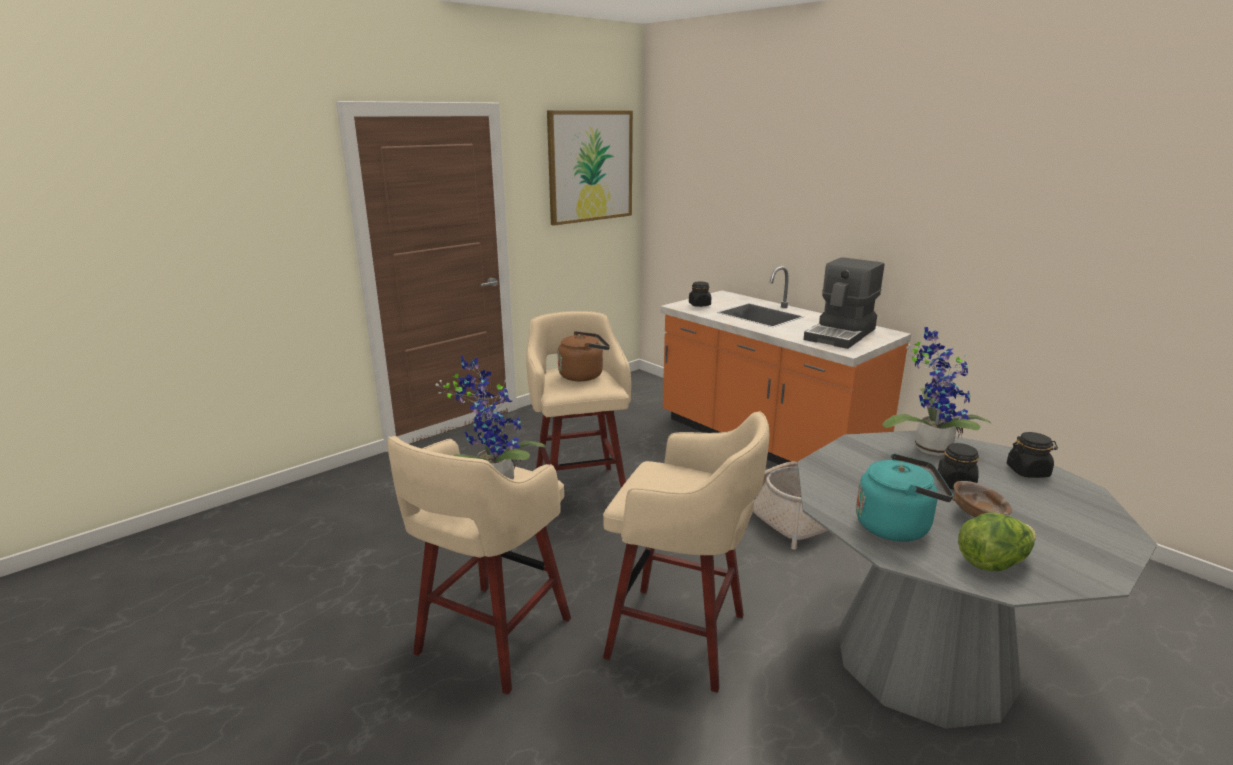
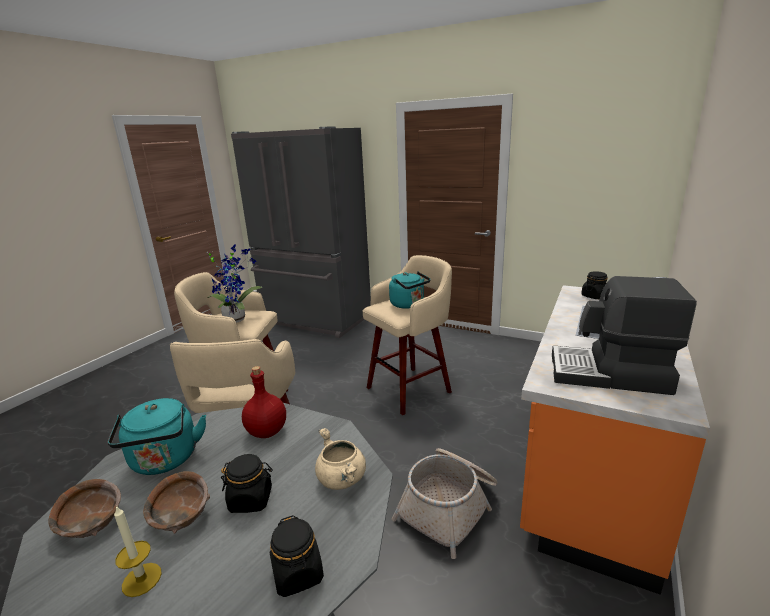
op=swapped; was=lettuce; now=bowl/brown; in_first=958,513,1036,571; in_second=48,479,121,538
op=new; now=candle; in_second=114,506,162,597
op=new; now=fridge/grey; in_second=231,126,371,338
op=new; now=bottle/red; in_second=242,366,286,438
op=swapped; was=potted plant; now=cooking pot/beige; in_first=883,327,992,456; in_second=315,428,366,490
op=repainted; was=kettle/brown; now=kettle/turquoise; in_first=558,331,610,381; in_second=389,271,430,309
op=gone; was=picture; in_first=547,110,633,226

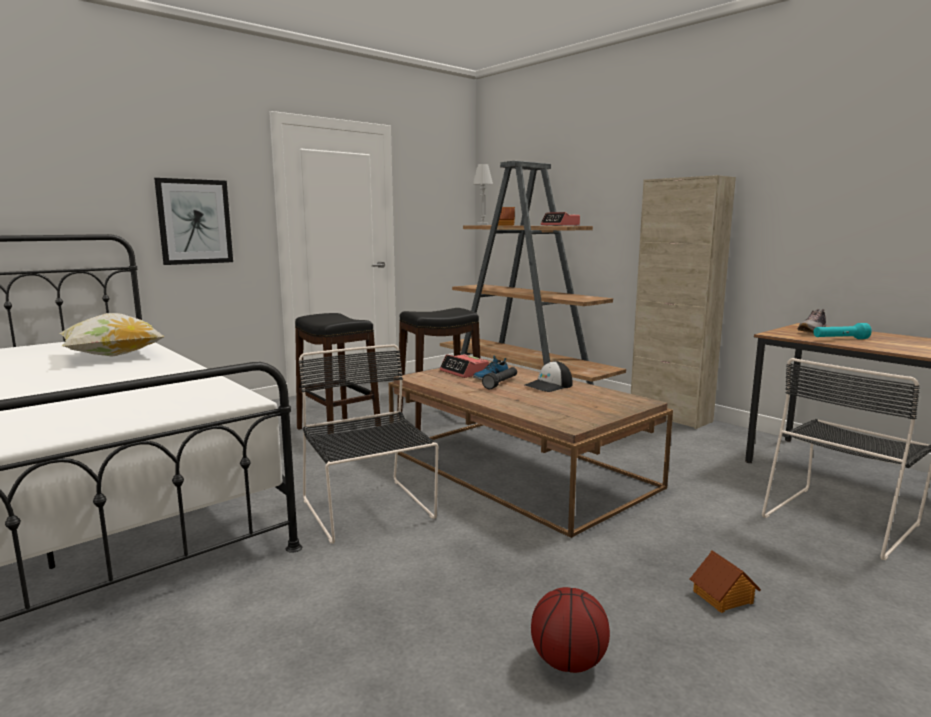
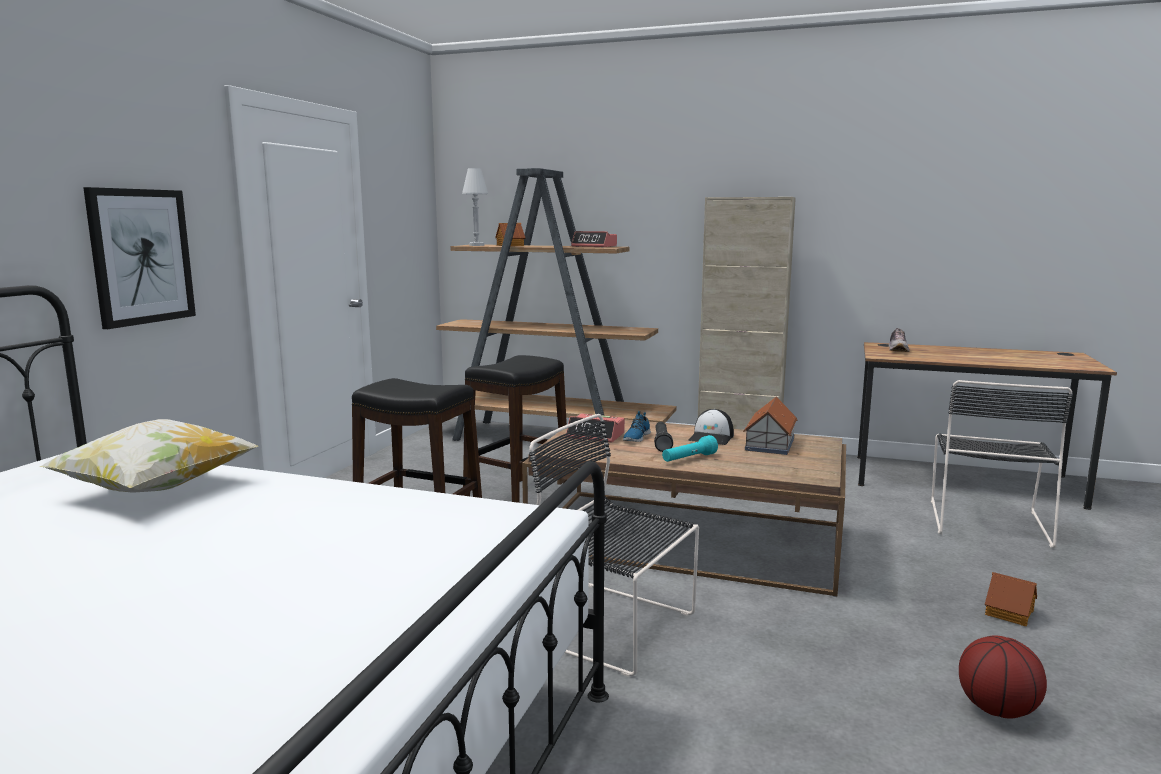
op=shifted; was=flashlight/turquoise; in_first=813,323,872,339; in_second=662,435,718,462
op=new; now=toy house; in_second=743,397,798,455

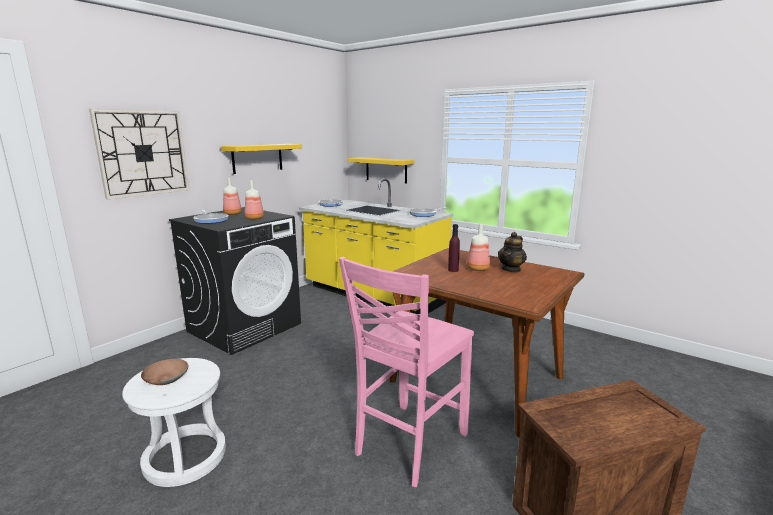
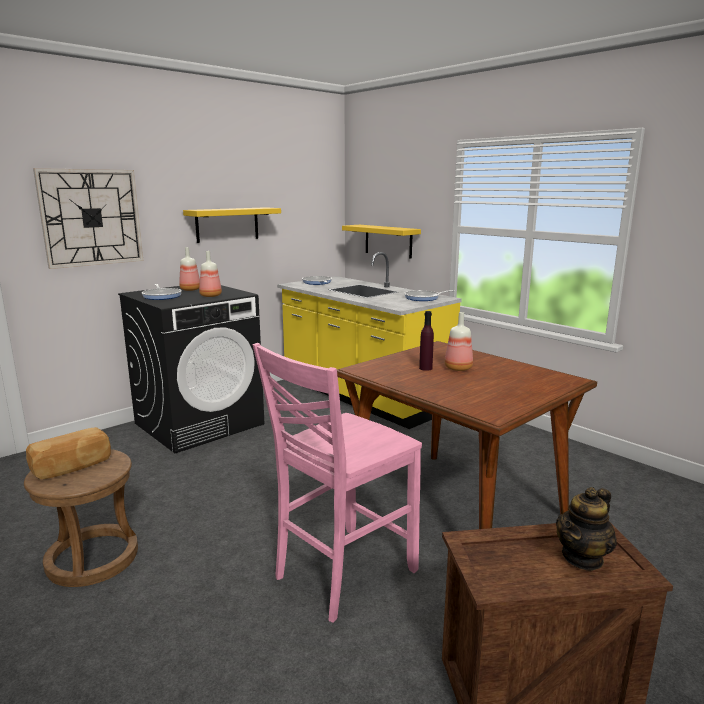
op=repainted; was=stool/white; now=stool/brown; in_first=122,358,226,487; in_second=24,449,138,587
op=swapped; was=bowl/brown; now=bread; in_first=141,359,188,385; in_second=26,427,111,479
op=shifted; was=teapot; in_first=498,232,527,273; in_second=556,487,617,571

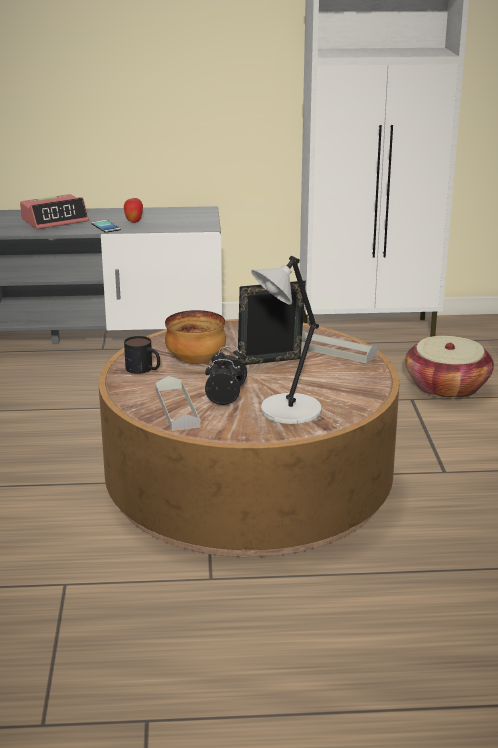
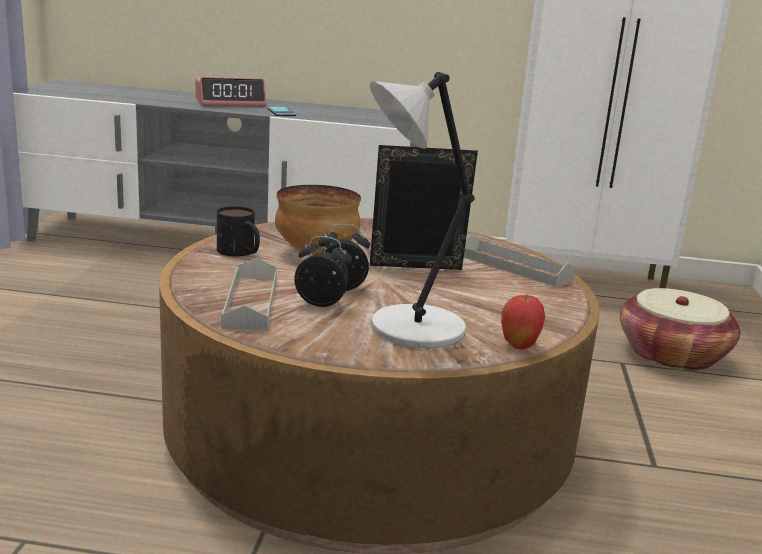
op=shifted; was=apple; in_first=124,198,143,223; in_second=501,295,545,350

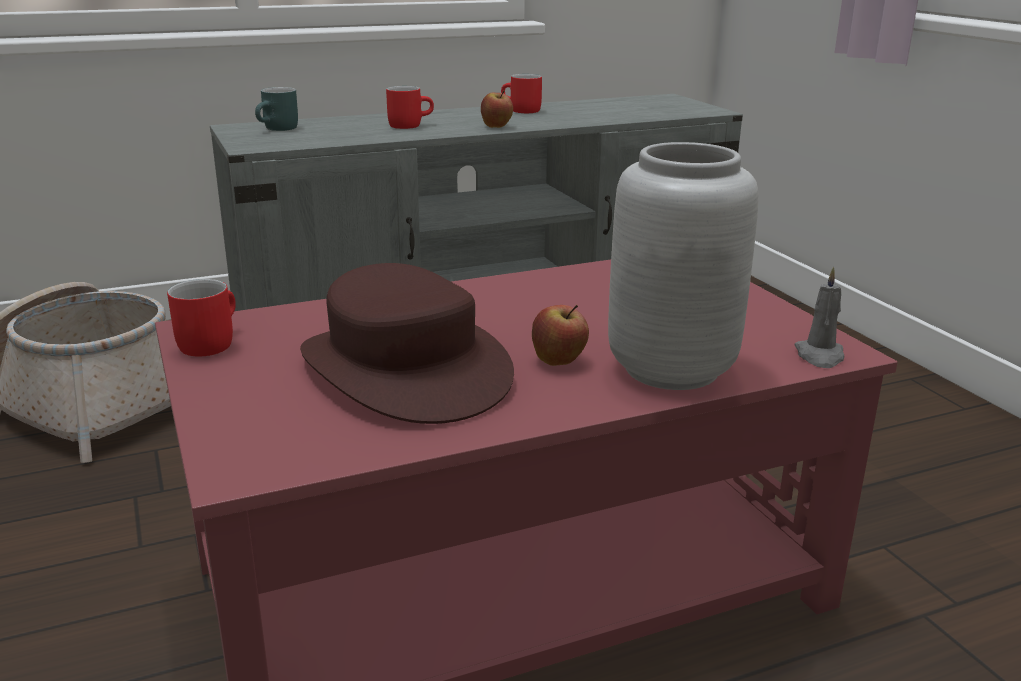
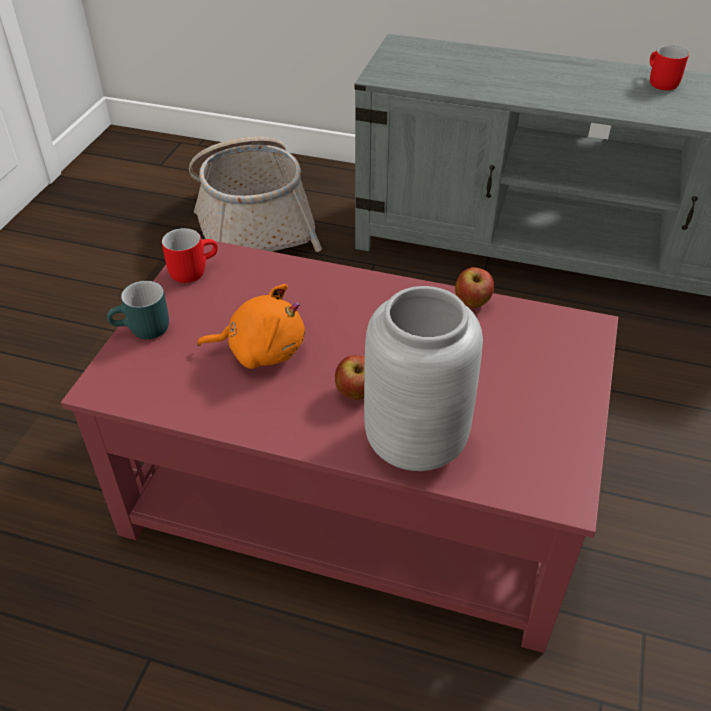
op=shifted; was=mug/turquoise; in_first=255,87,298,131; in_second=107,281,169,339
op=swapped; was=hat/brown; now=plush toy/orange; in_first=300,263,514,424; in_second=197,284,305,369
op=shifted; was=apple; in_first=481,91,513,128; in_second=455,267,494,308
op=gone; was=mug/red; in_first=386,86,434,129
op=gone; was=candle/grey; in_first=795,266,845,368

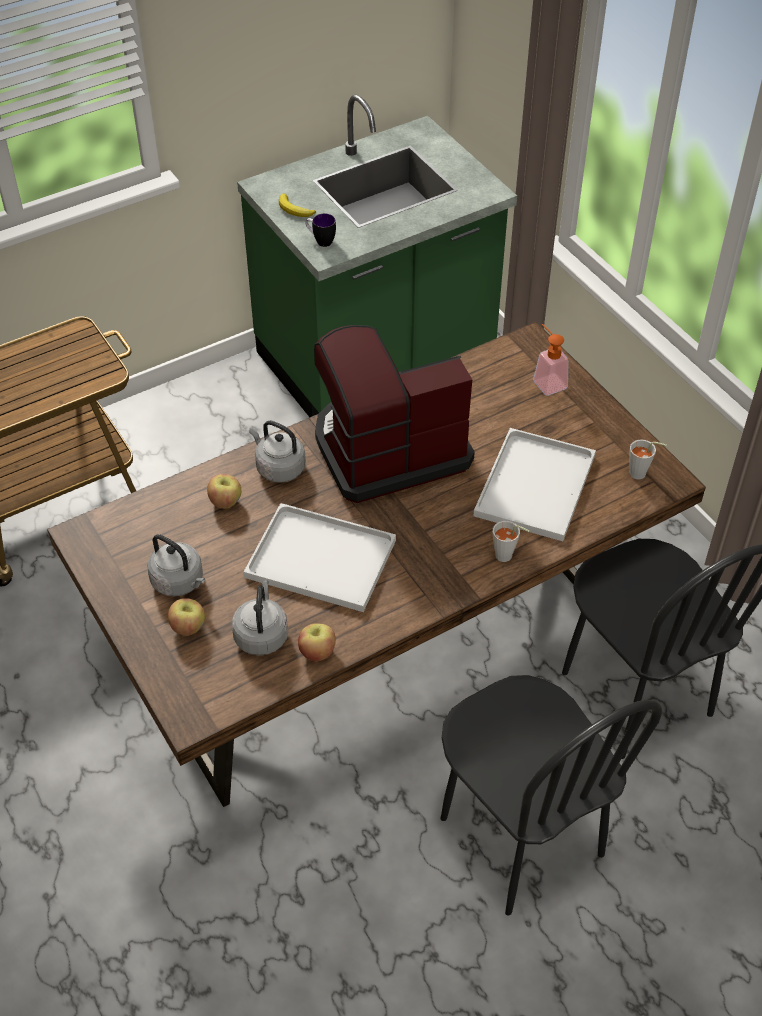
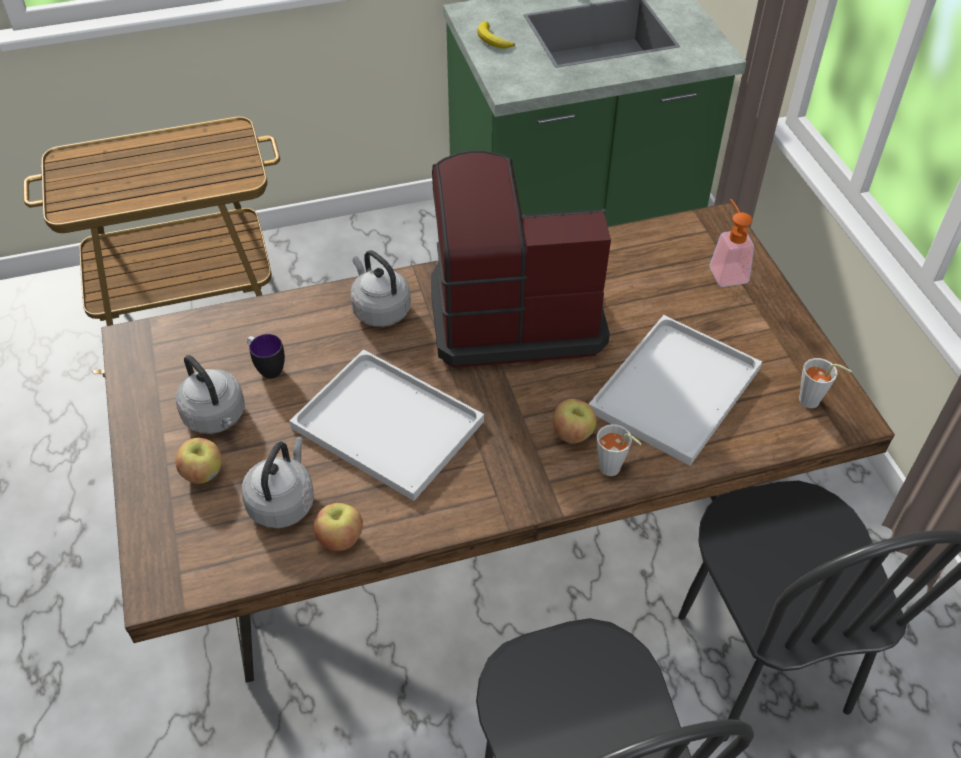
op=shifted; was=mug; in_first=305,214,336,247; in_second=247,334,285,379
op=shifted; was=apple; in_first=207,474,241,509; in_second=553,399,596,443

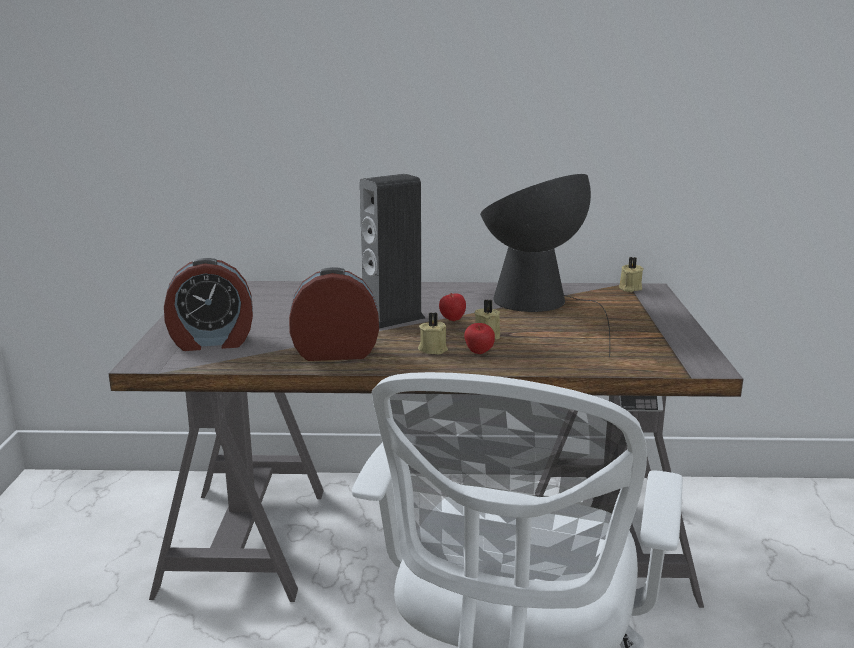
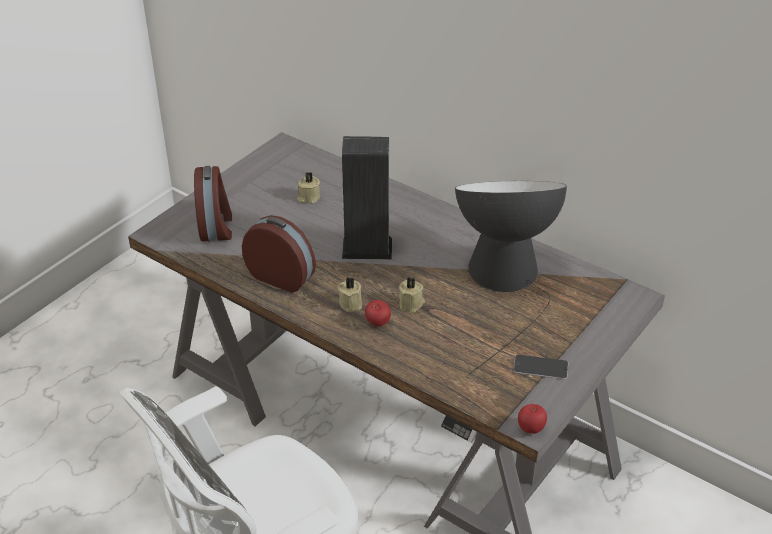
op=rotated; was=alarm clock; in_first=164,258,253,351; in_second=194,166,232,242; clockwise=-120
op=shifted; was=candle/beige; in_first=619,257,644,292; in_second=297,172,320,204
op=new; now=phone; in_second=513,355,568,379
op=shifted; was=apple; in_first=439,293,466,321; in_second=518,404,547,434

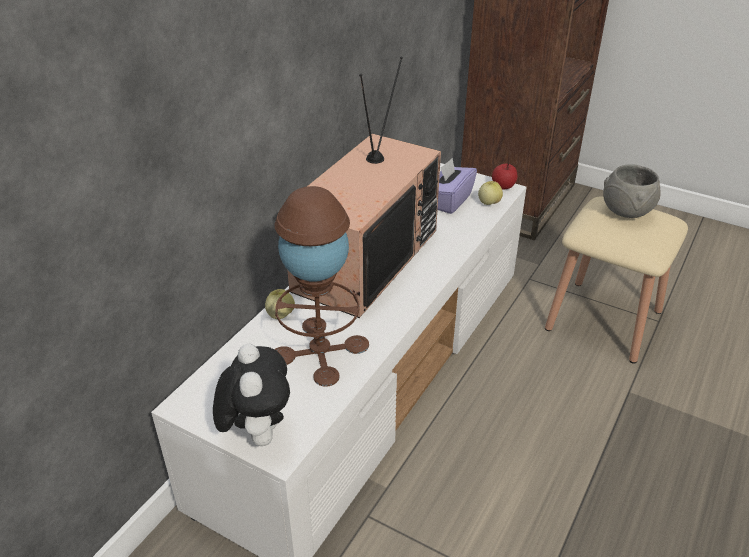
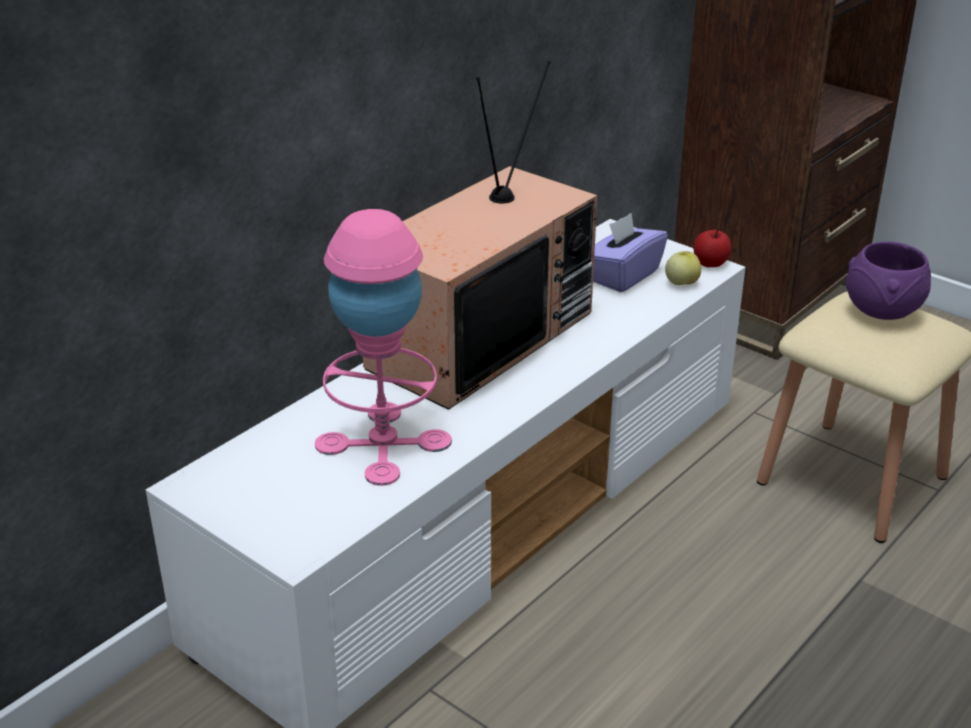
op=repainted; was=table lamp/brown; now=table lamp/pink; in_first=274,186,369,387; in_second=315,209,452,486
op=repainted; was=bowl/grey; now=bowl/purple; in_first=603,164,661,218; in_second=846,241,931,320
op=gone; was=plush toy; in_first=213,343,290,446
op=gone; was=apple; in_first=265,289,295,319

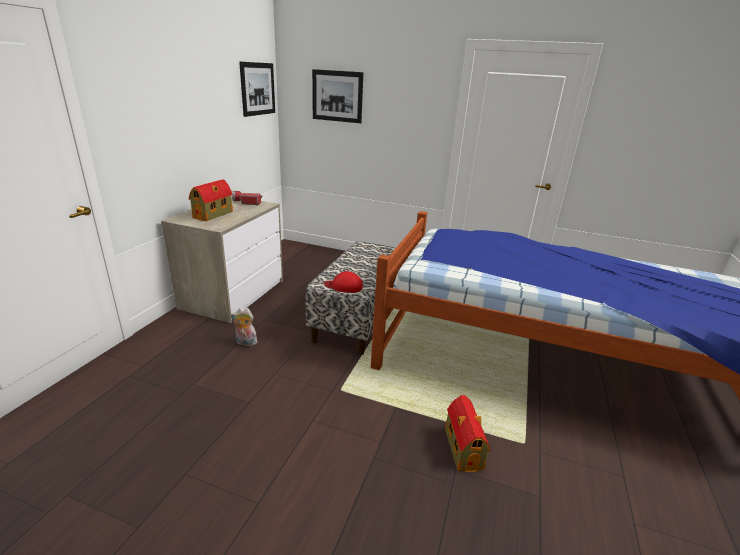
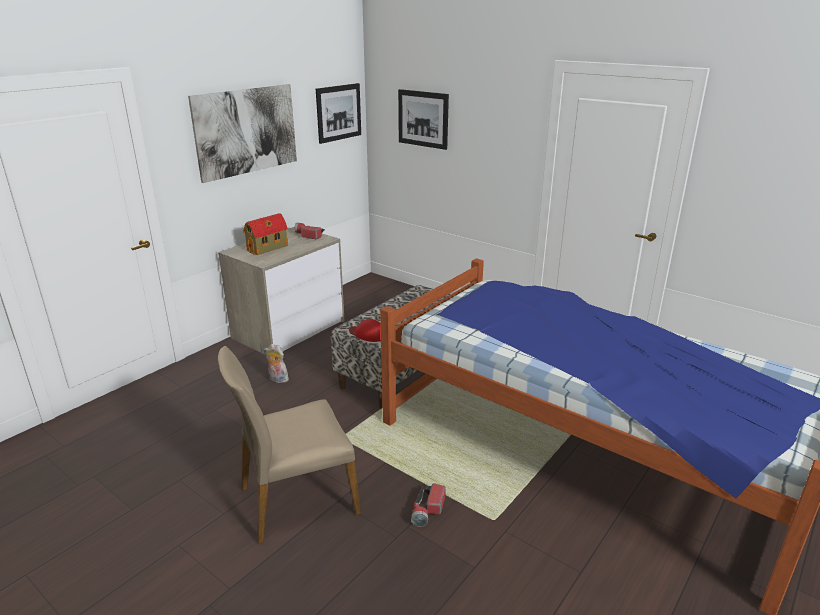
op=new; now=picture; in_second=188,84,297,183
op=new; now=chair/beige; in_second=218,346,361,544
op=swapped; was=toy house; now=flashlight; in_first=445,395,491,472; in_second=411,483,446,527

